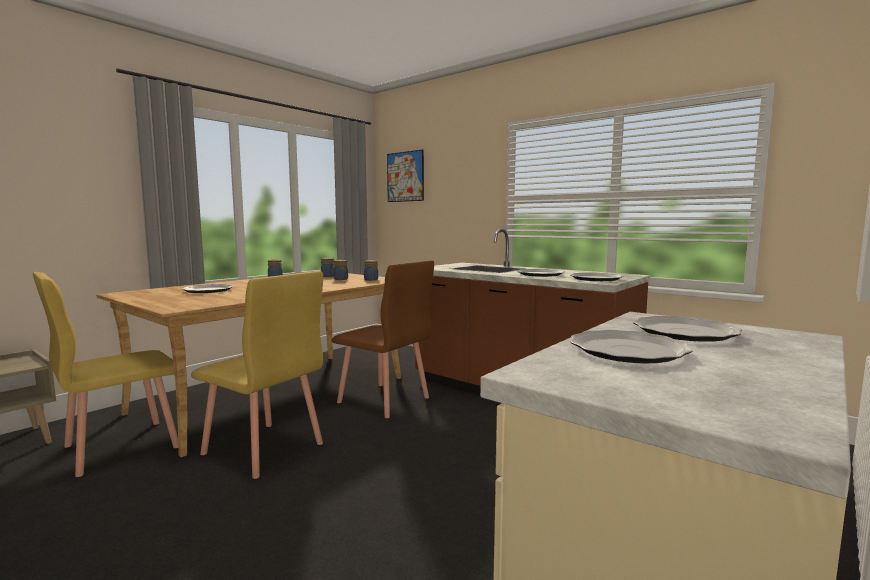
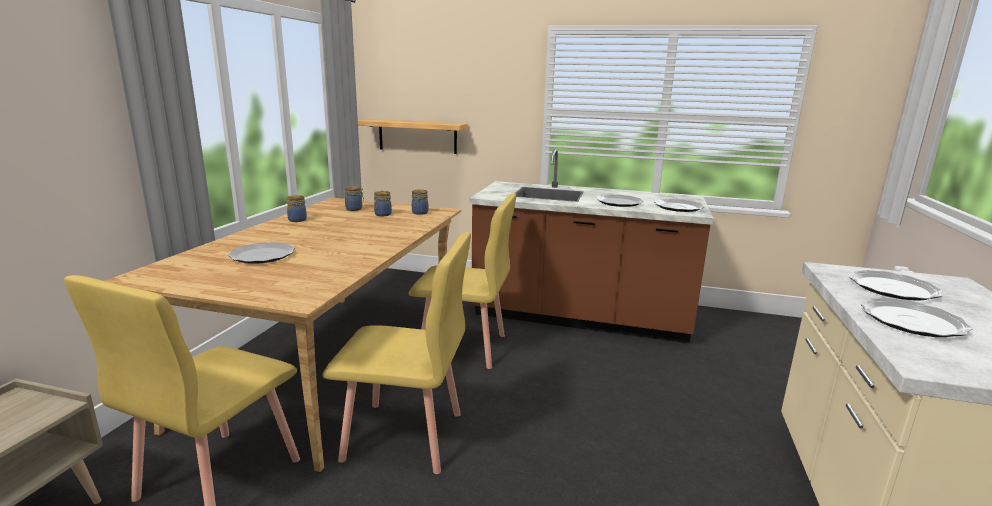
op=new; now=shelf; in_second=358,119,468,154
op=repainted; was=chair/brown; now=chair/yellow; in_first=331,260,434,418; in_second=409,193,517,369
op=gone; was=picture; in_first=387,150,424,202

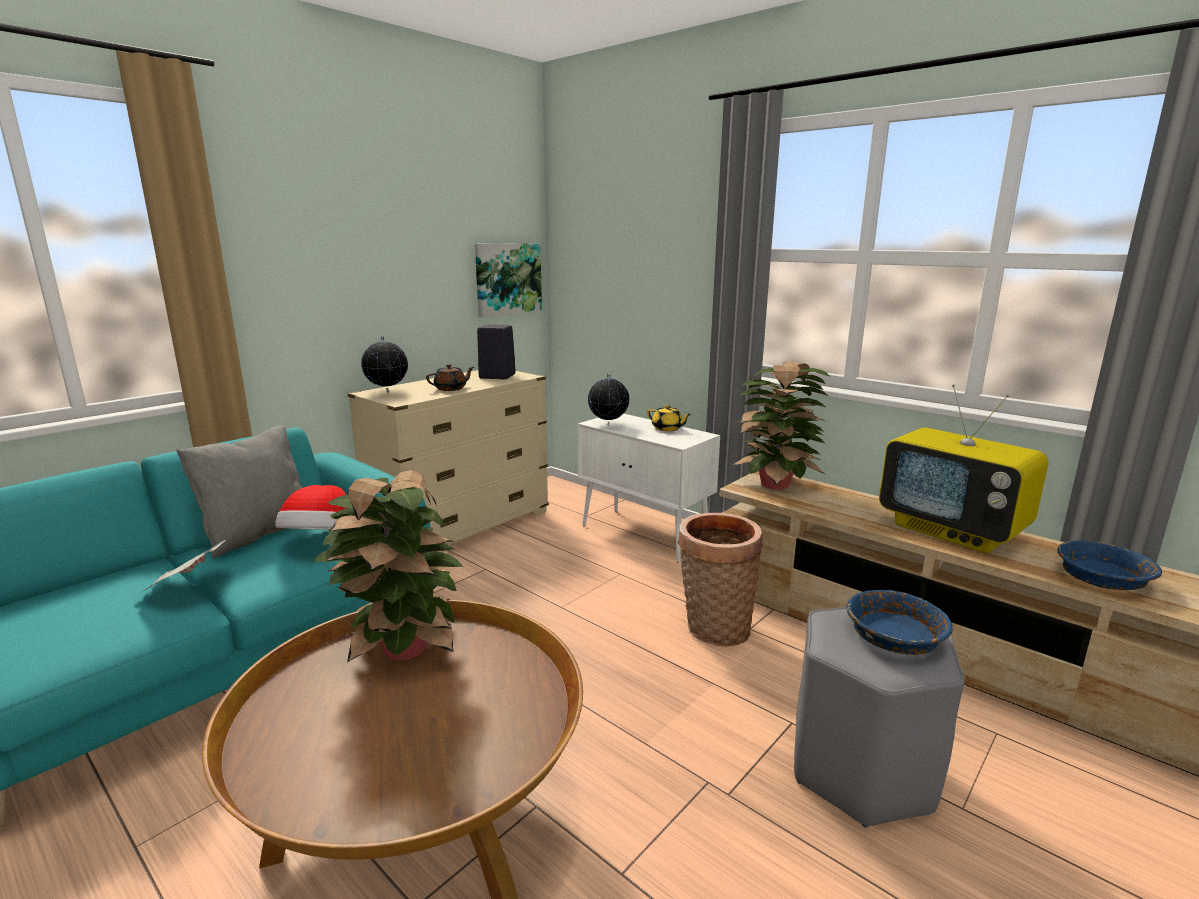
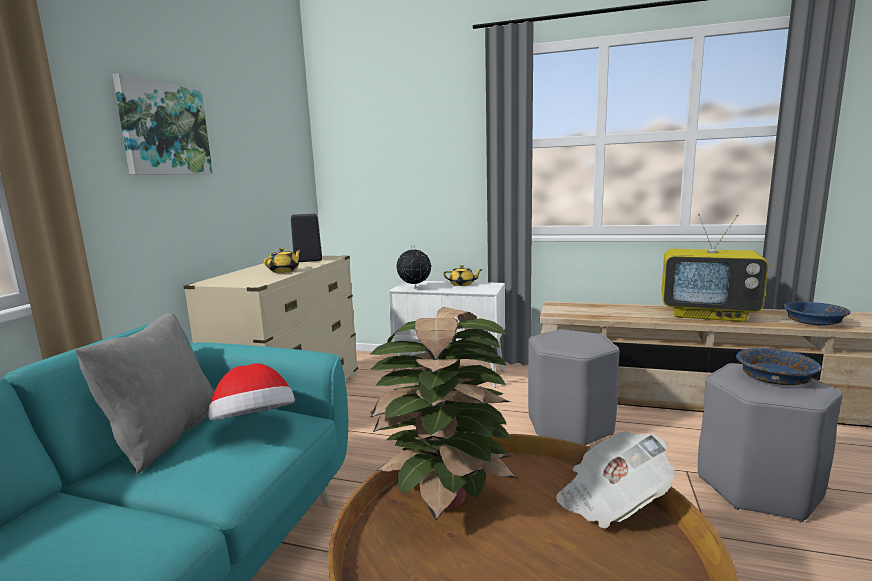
op=shifted; was=picture; in_first=475,243,542,318; in_second=113,73,213,174
op=repainted; was=teapot/brown; now=teapot/yellow; in_first=426,364,474,391; in_second=264,248,301,273
op=swapped; was=basket; now=stool/grey; in_first=678,513,763,647; in_second=528,329,619,445
op=shifted; was=newspaper; in_first=137,537,231,595; in_second=556,431,675,529
op=gone; was=globe; in_first=361,336,408,392
op=gone; was=potted plant; in_first=731,361,830,490

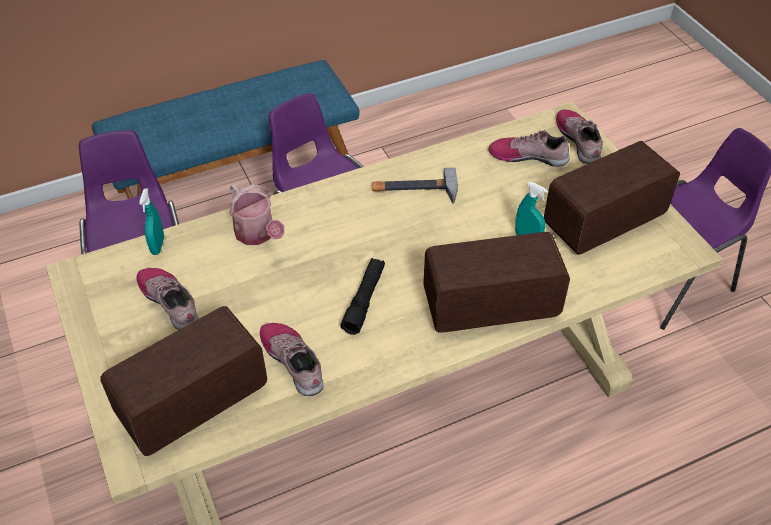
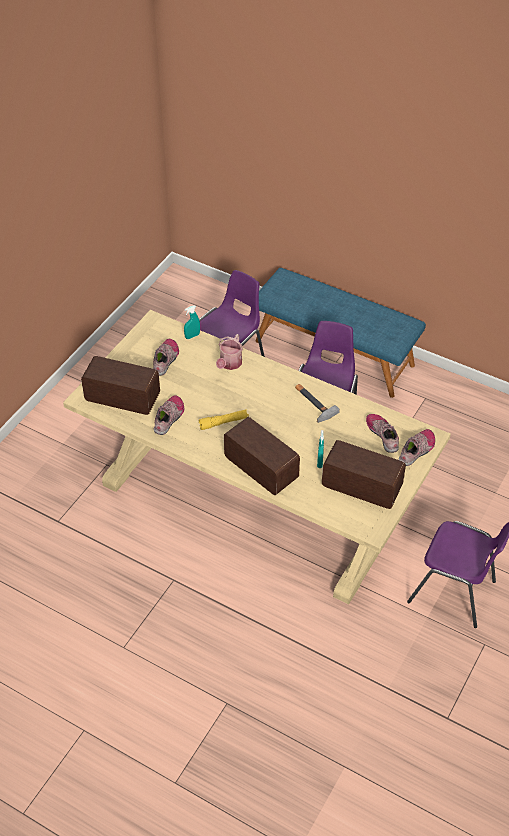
op=repainted; was=flashlight/black; now=flashlight/yellow; in_first=340,258,385,335; in_second=199,409,249,430

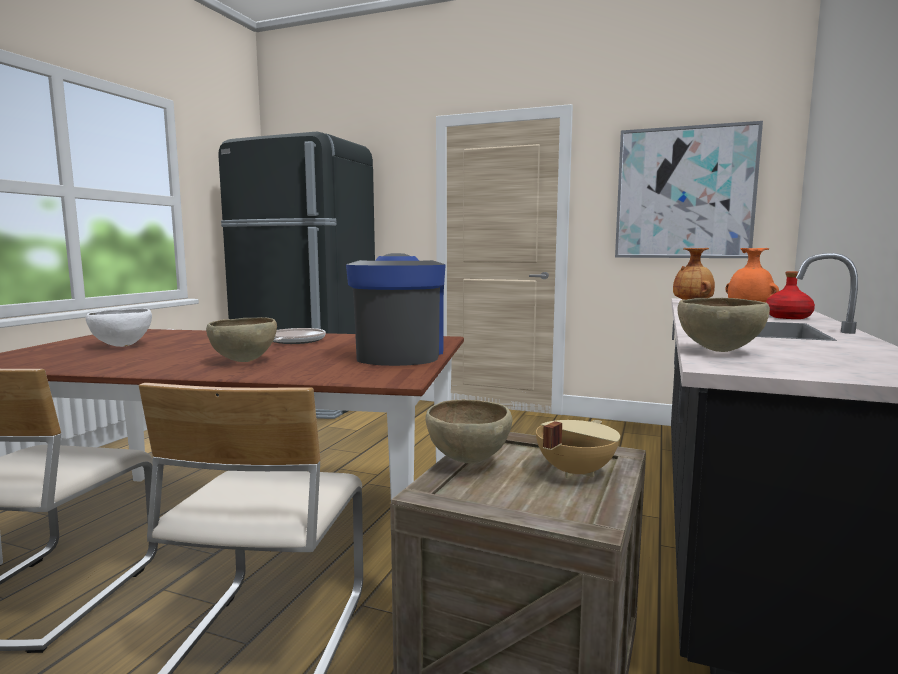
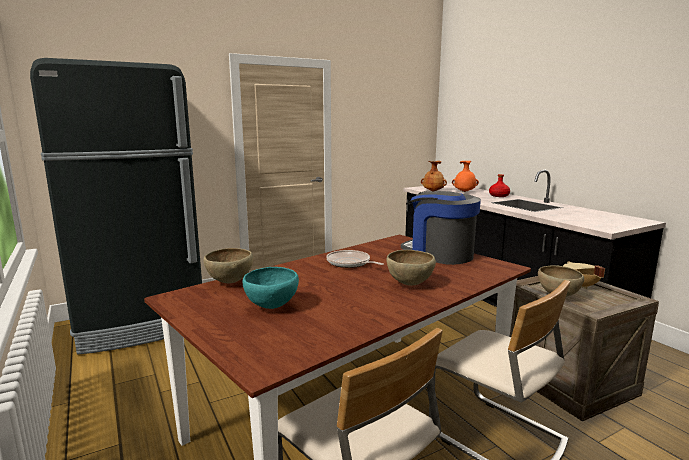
op=shifted; was=bowl/brown; in_first=678,298,770,352; in_second=203,248,253,283
op=repainted; was=bowl/white; now=bowl/turquoise; in_first=86,309,152,347; in_second=242,267,299,309
op=gone; was=picture; in_first=615,121,763,258

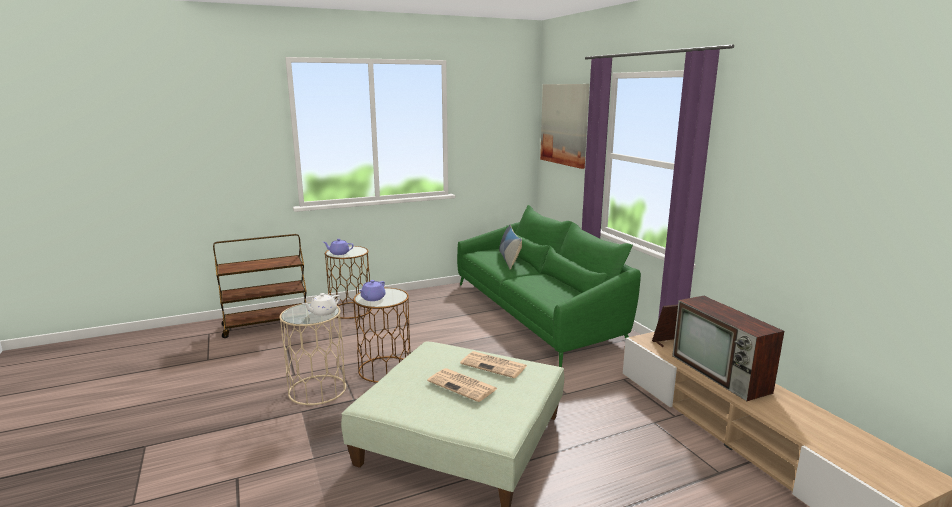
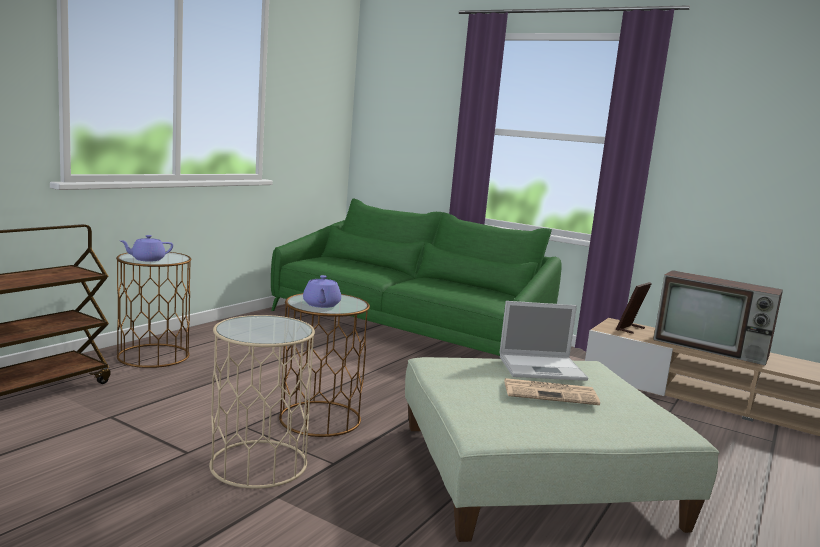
op=swapped; was=newspaper; now=laptop; in_first=460,351,526,378; in_second=499,301,588,381
op=gone; was=teapot/white; in_first=302,293,340,316
op=gone; was=pillow; in_first=499,225,522,270
op=gone; was=picture; in_first=540,84,589,169

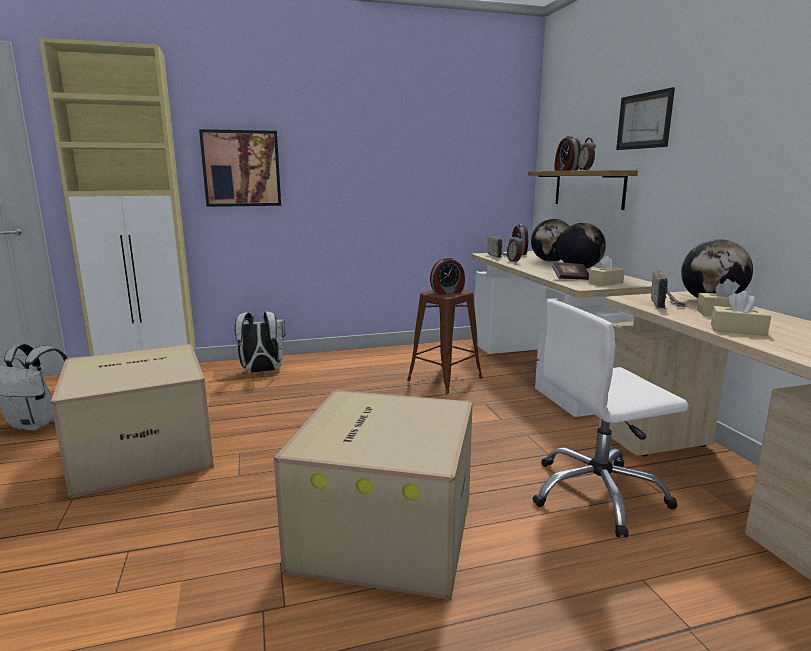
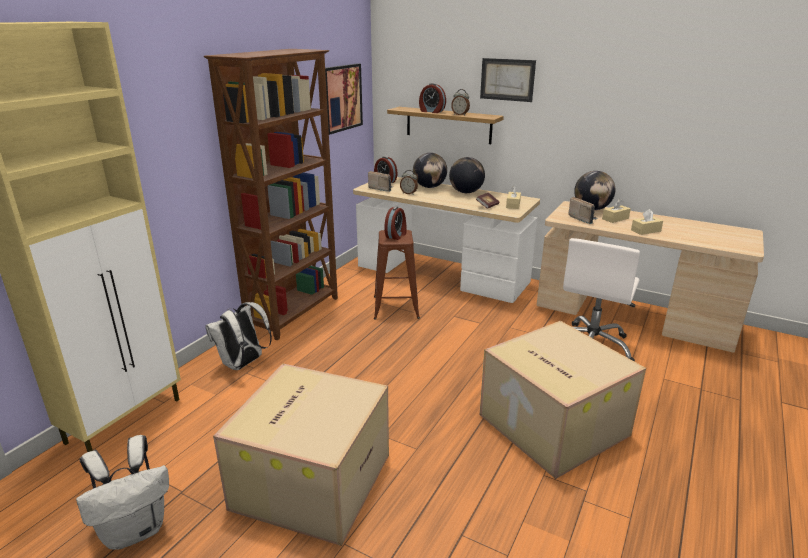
op=new; now=bookcase/brown; in_second=204,49,338,340
op=shifted; was=picture; in_first=199,129,281,207; in_second=325,64,363,135

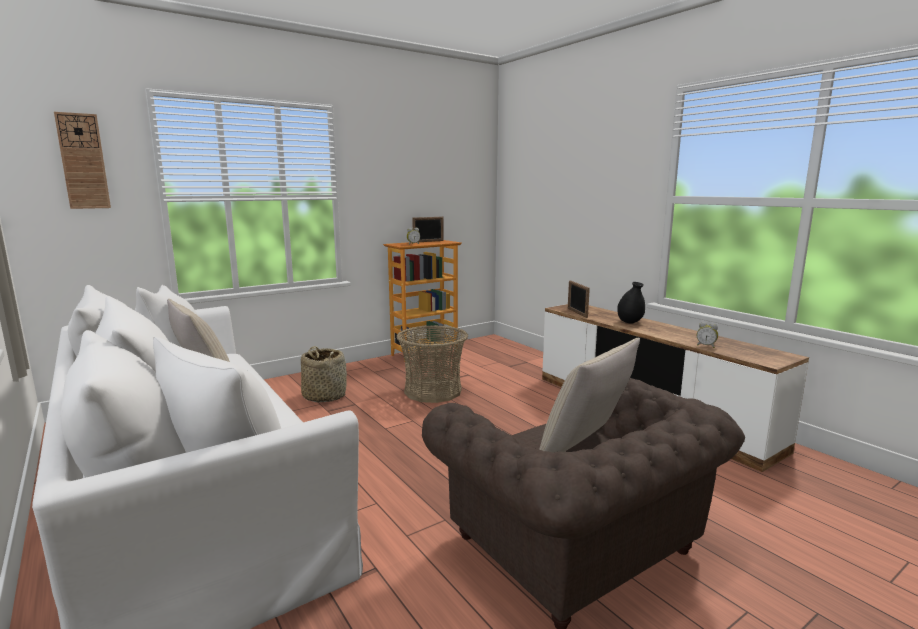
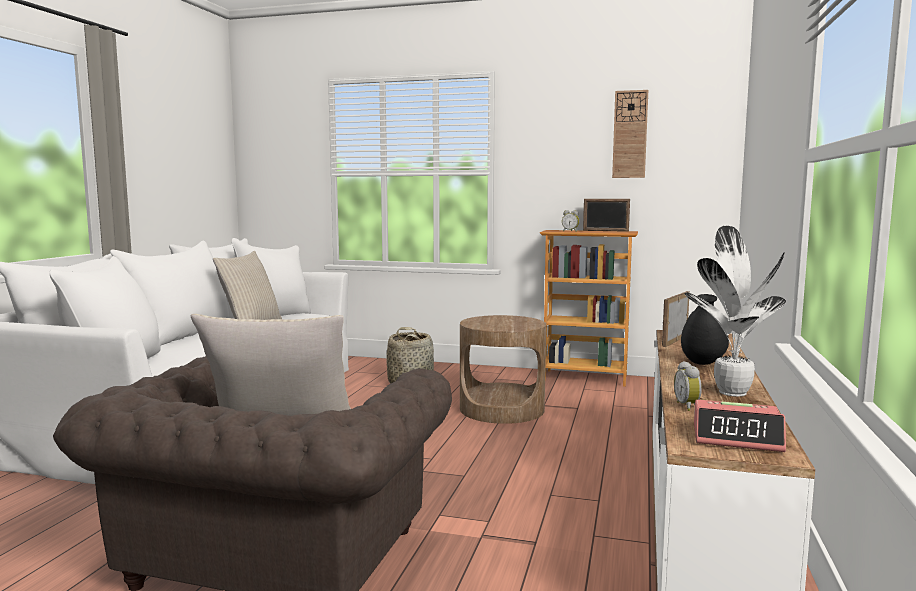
op=swapped; was=basket; now=side table/brown; in_first=397,325,468,403; in_second=460,315,546,424
op=shifted; was=wall clock; in_first=54,112,111,209; in_second=612,90,648,178
op=new; now=potted plant; in_second=684,226,786,397
op=new; now=alarm clock; in_second=694,400,786,452

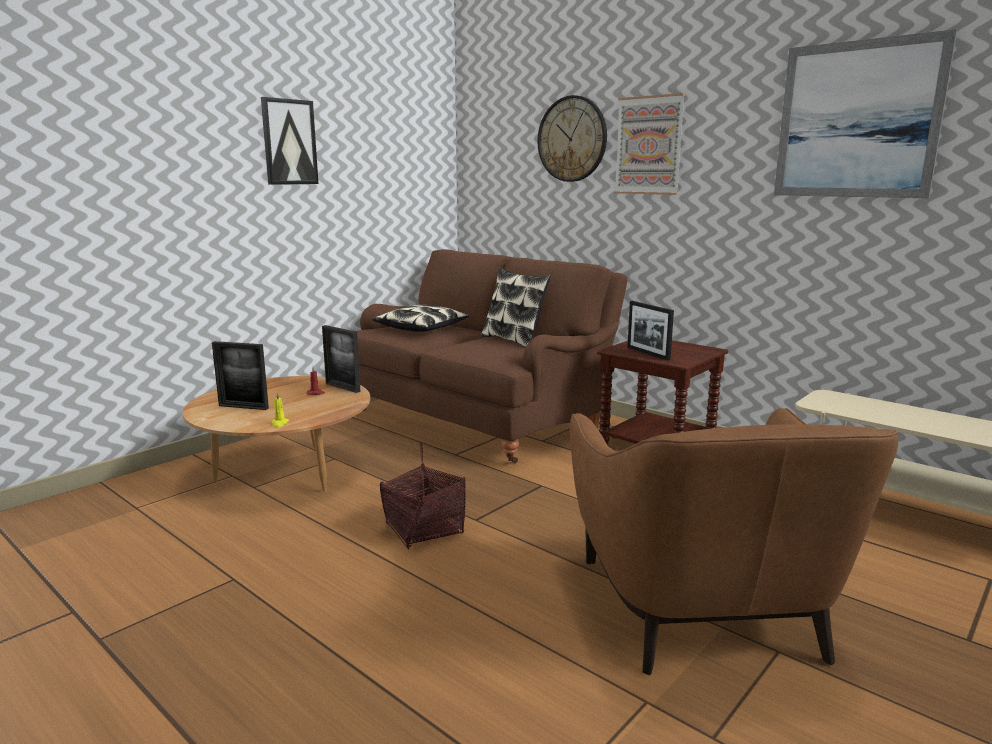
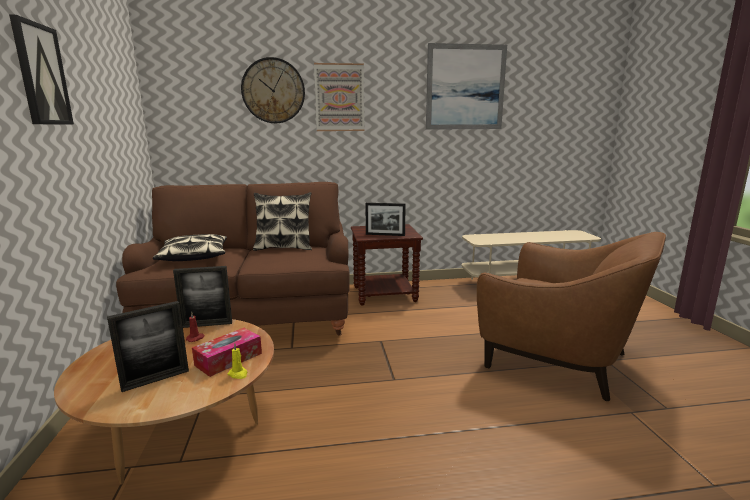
op=new; now=tissue box; in_second=192,328,262,377
op=gone; was=basket; in_first=380,442,466,549

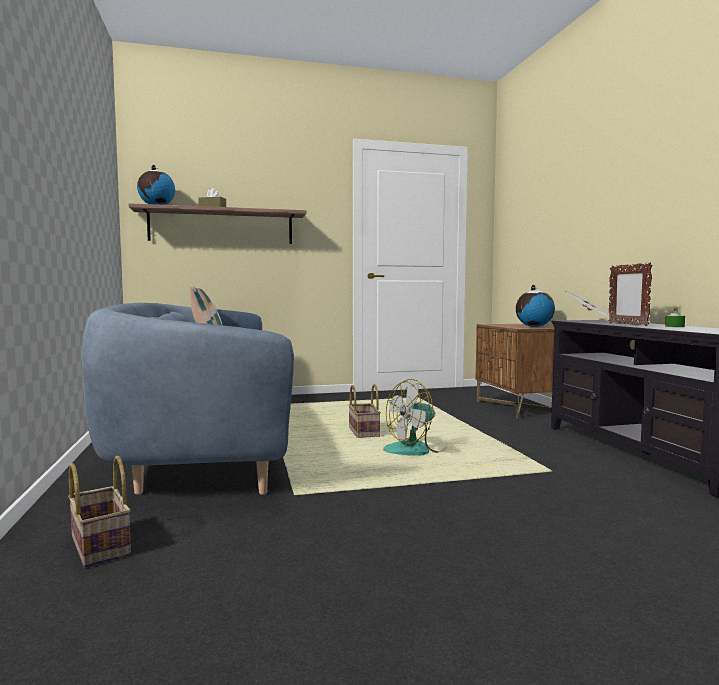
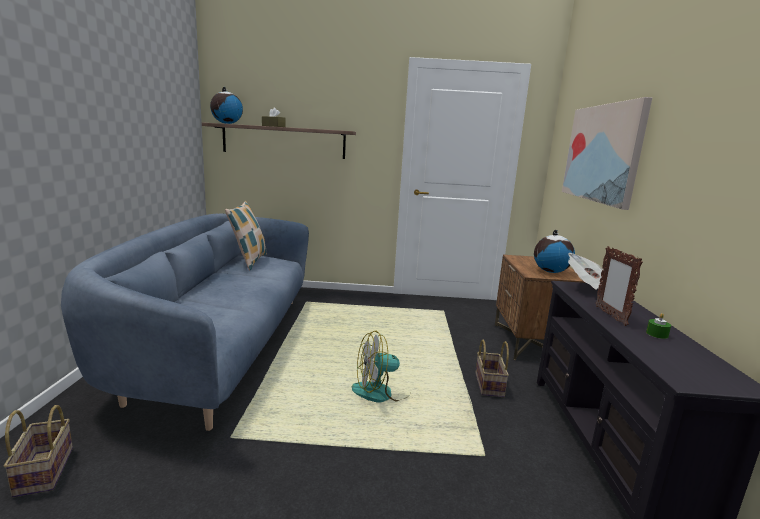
op=shifted; was=basket; in_first=348,384,381,438; in_second=475,340,509,397
op=new; now=picture; in_second=562,97,652,210

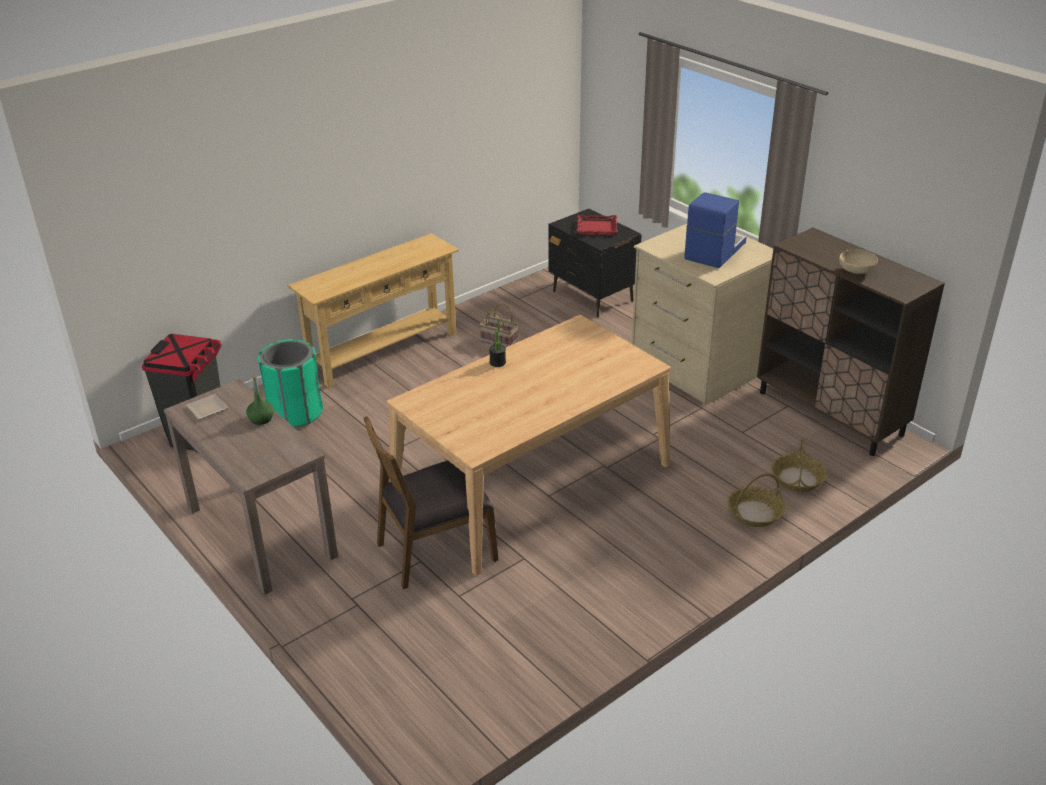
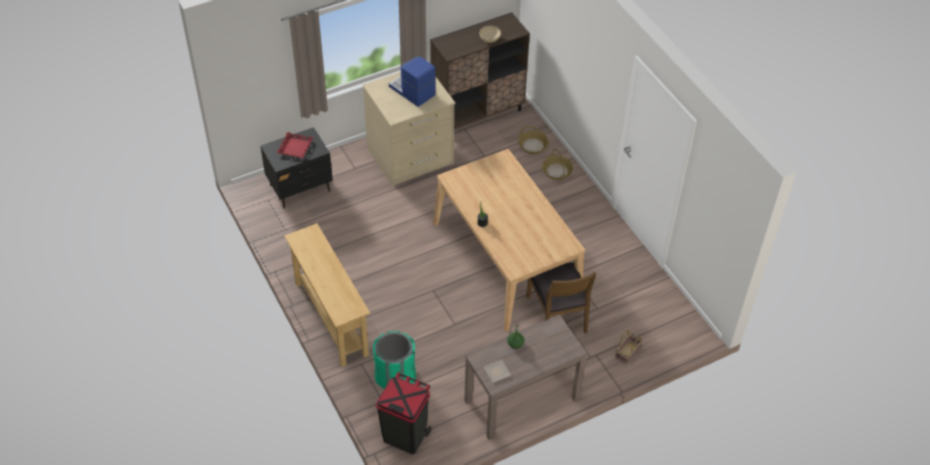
op=shifted; was=basket; in_first=479,303,518,348; in_second=615,330,643,365

